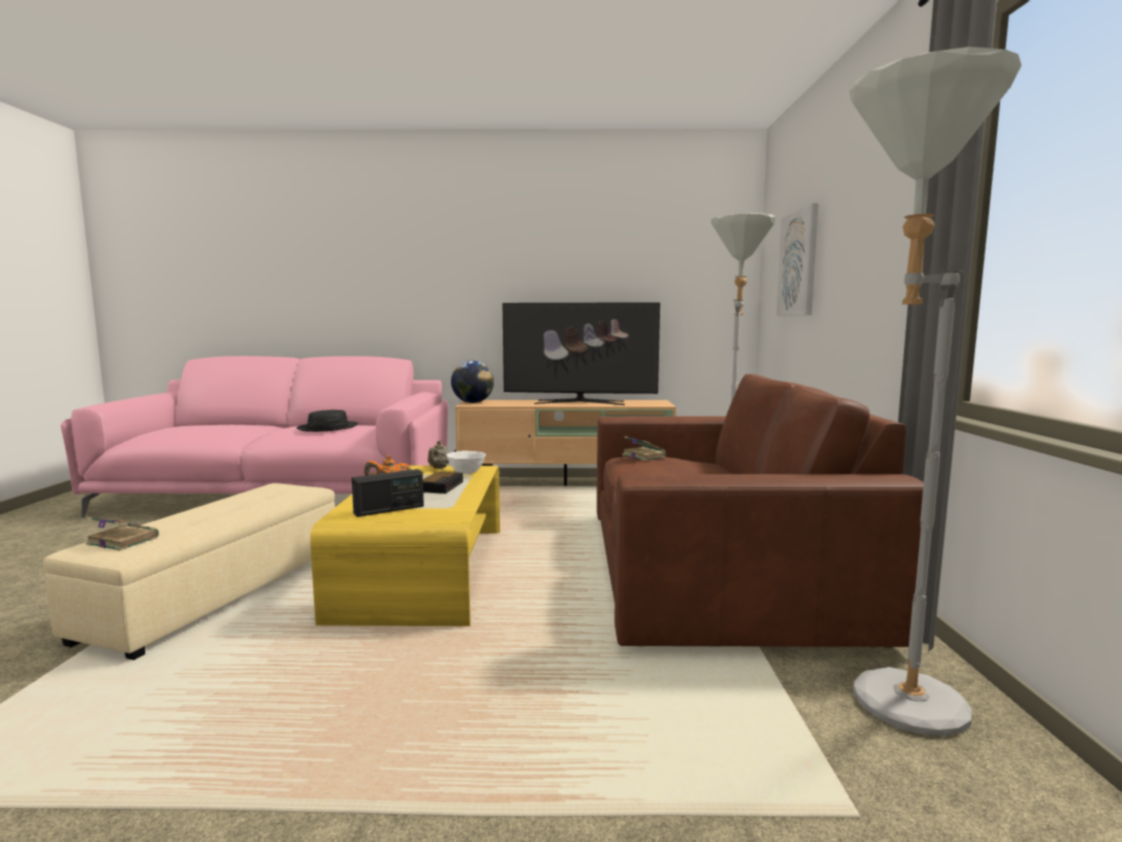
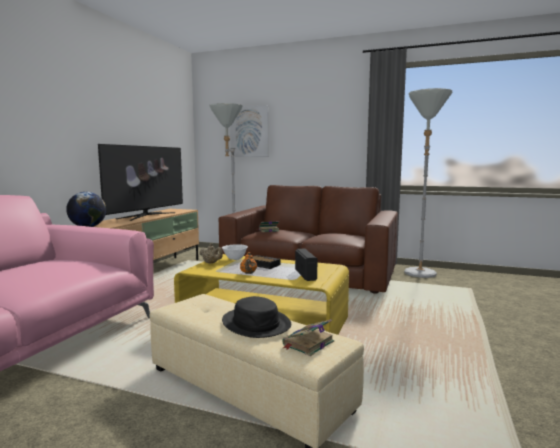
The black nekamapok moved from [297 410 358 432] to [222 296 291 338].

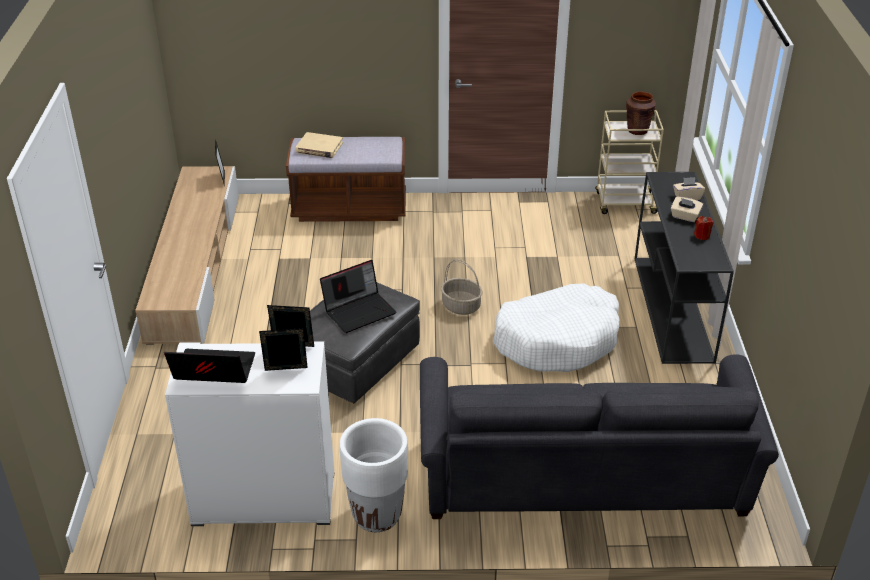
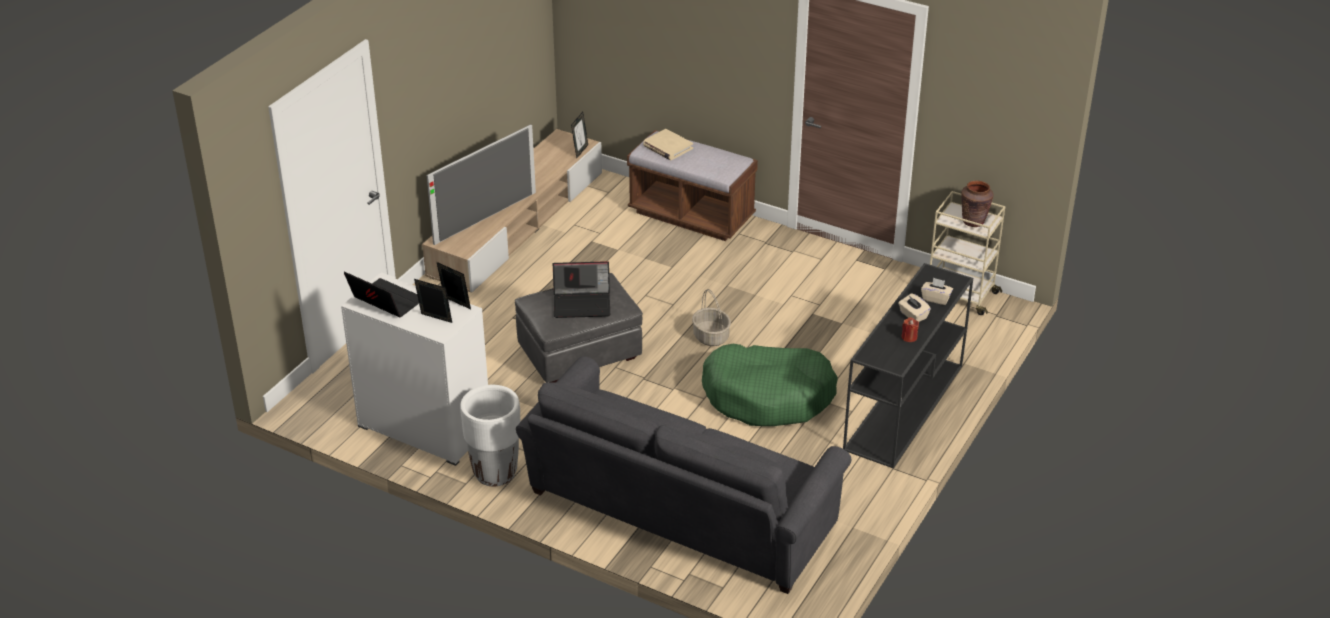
The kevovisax at [426 124 536 245] appeared.
The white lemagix at [493 284 619 372] became the green lemagix at [702 344 838 426].

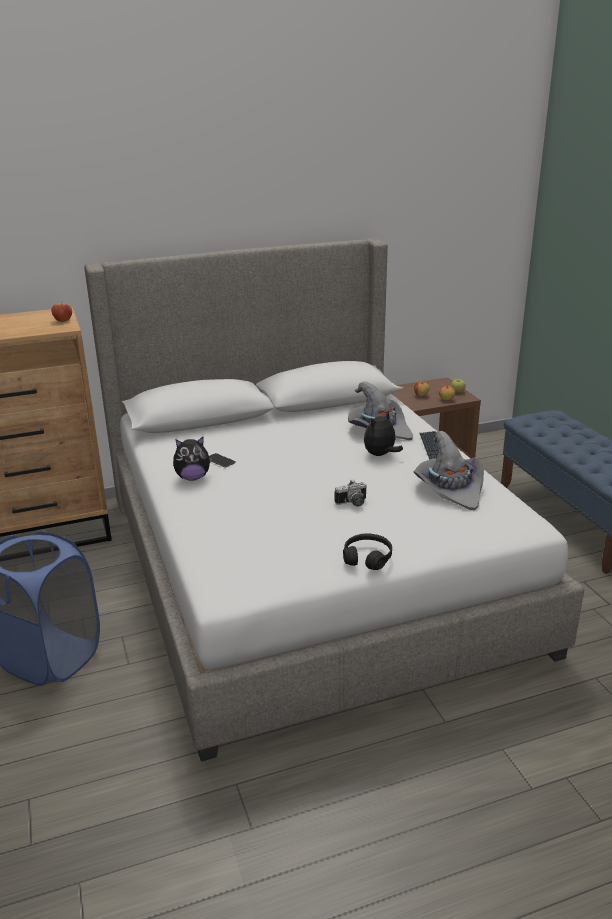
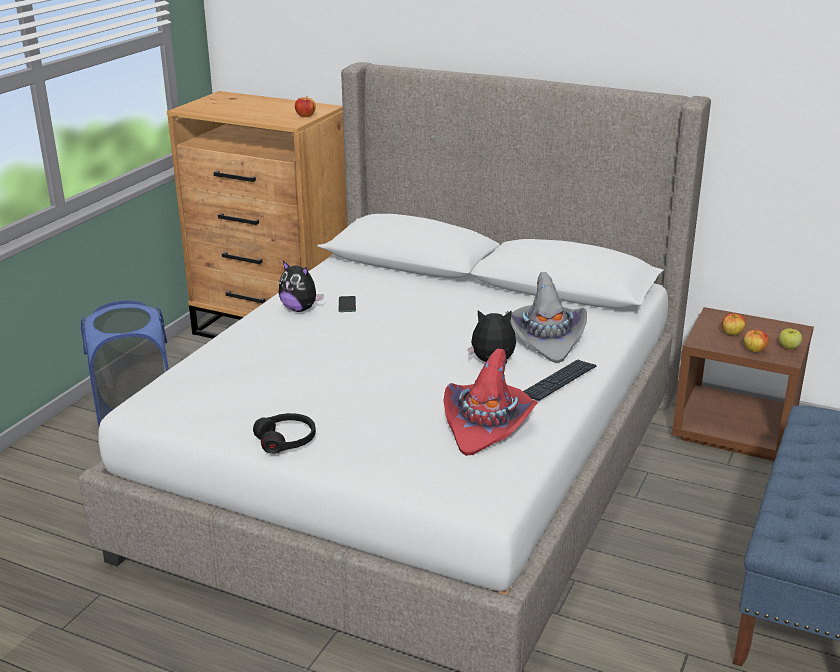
The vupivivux at [335 480 366 506] disappeared.
The grey nekamapok at [414 431 484 510] became the red nekamapok at [443 348 538 456].

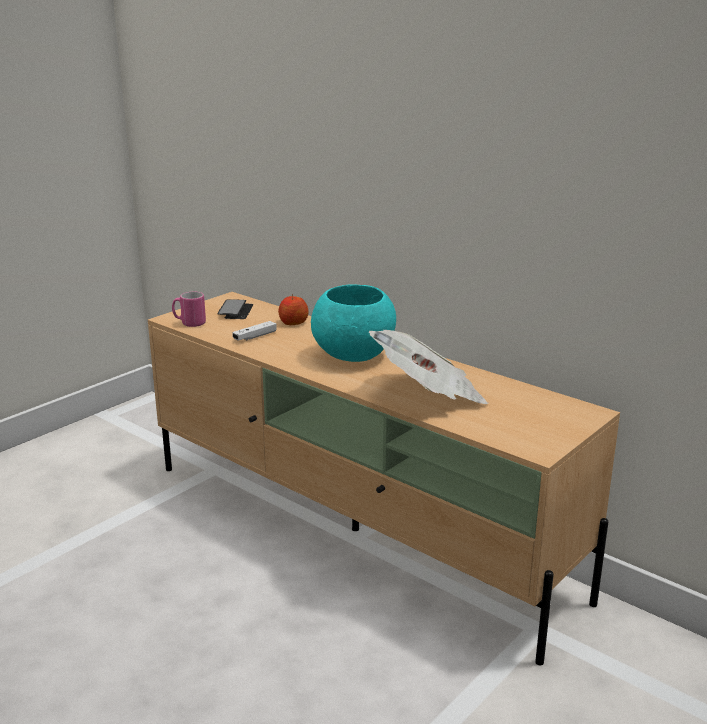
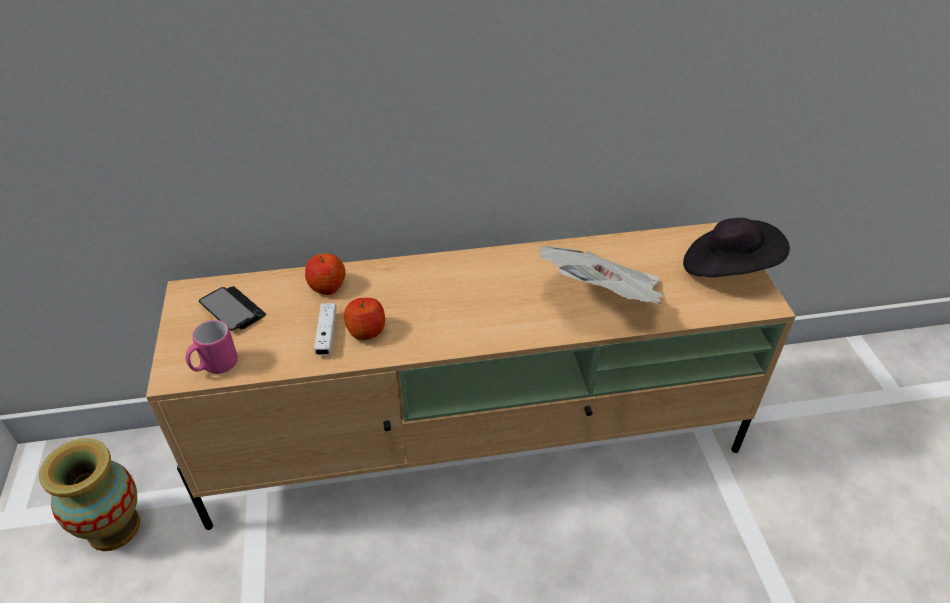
The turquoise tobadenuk at [311 284 396 362] disappeared.
The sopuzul at [39 438 140 551] appeared.
The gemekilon at [344 298 385 340] appeared.
The black nekamapok at [683 218 790 277] appeared.

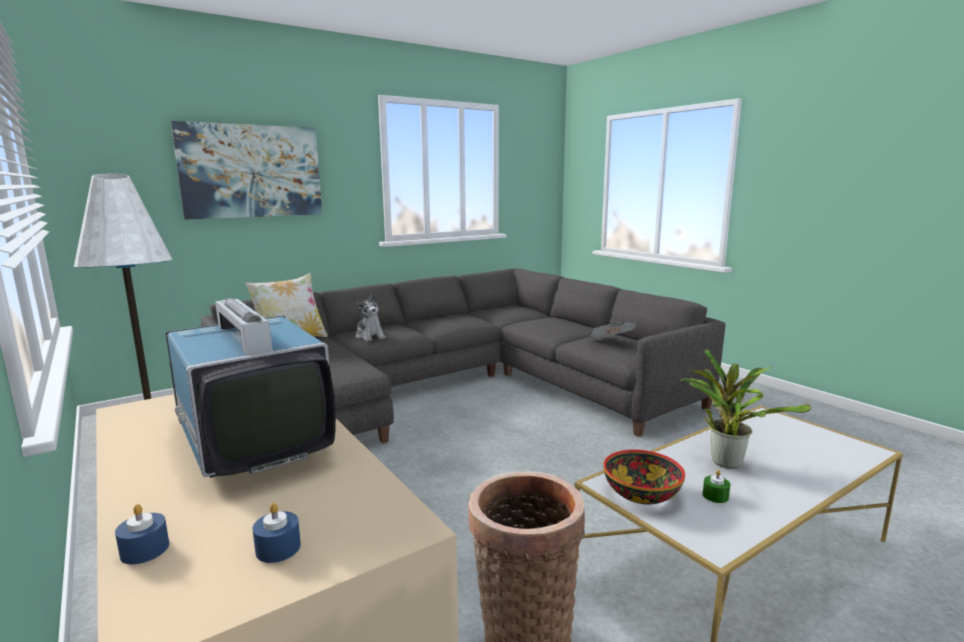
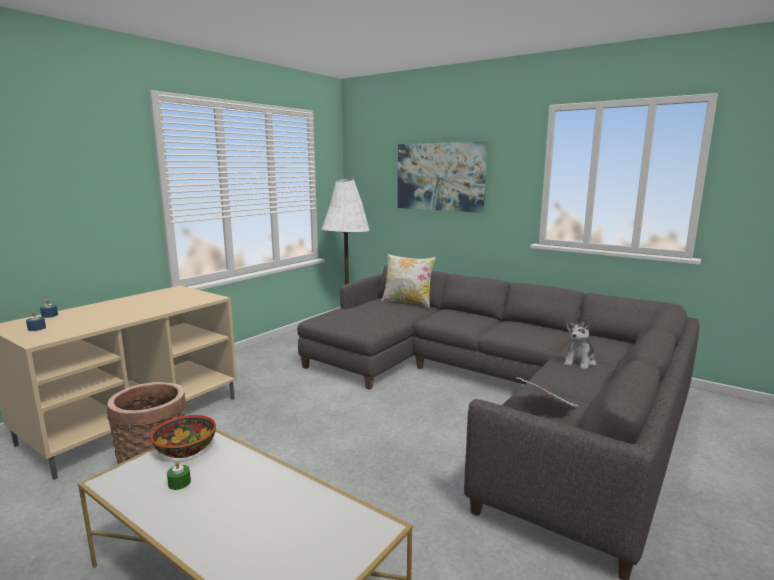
The kevovisax at [166 298 336 478] disappeared.
The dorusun at [680 349 811 469] disappeared.
The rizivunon moved from [356 294 385 341] to [564 318 596 370].

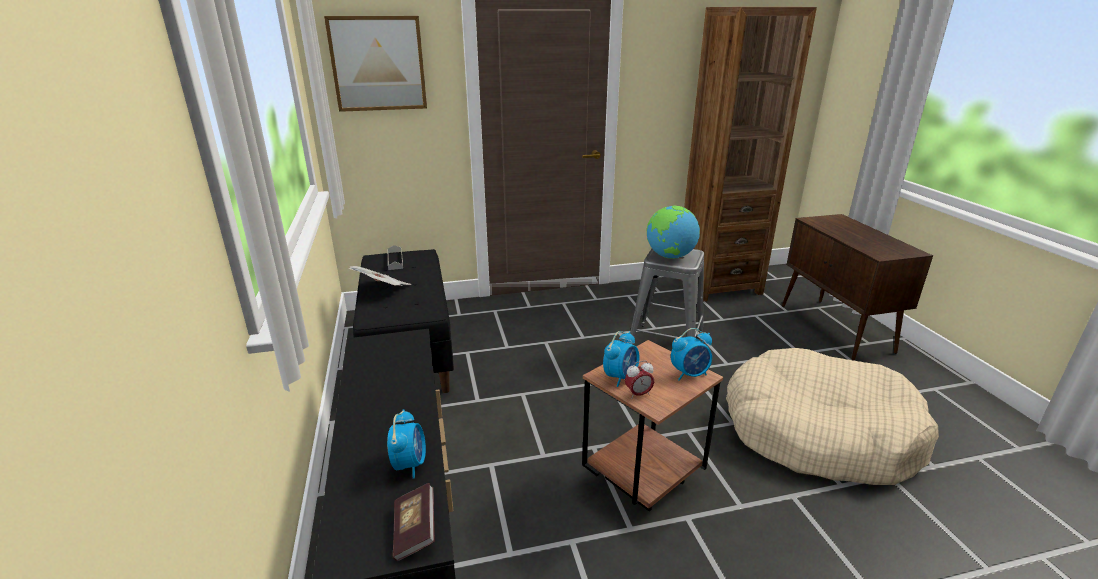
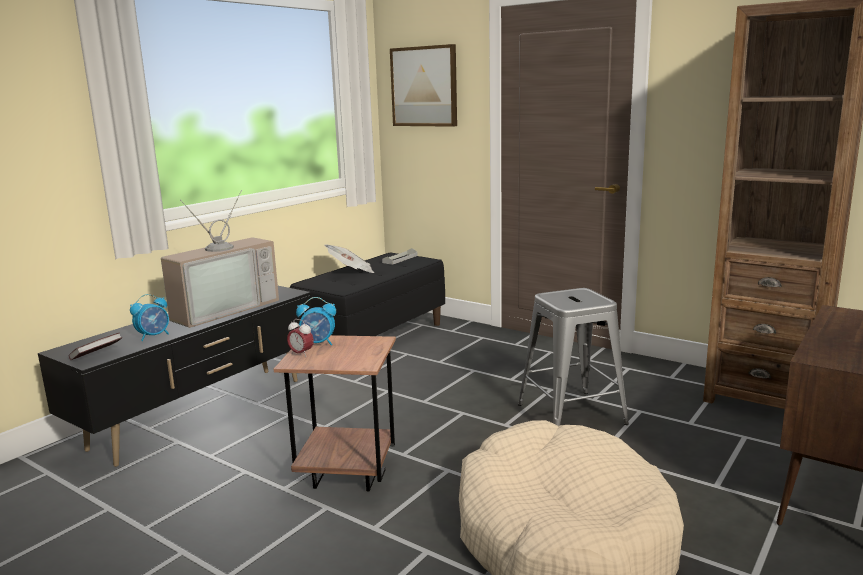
The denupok at [647 206 700 259] disappeared.
The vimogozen at [671 328 712 381] disappeared.
The kevovisax at [161 190 279 328] appeared.

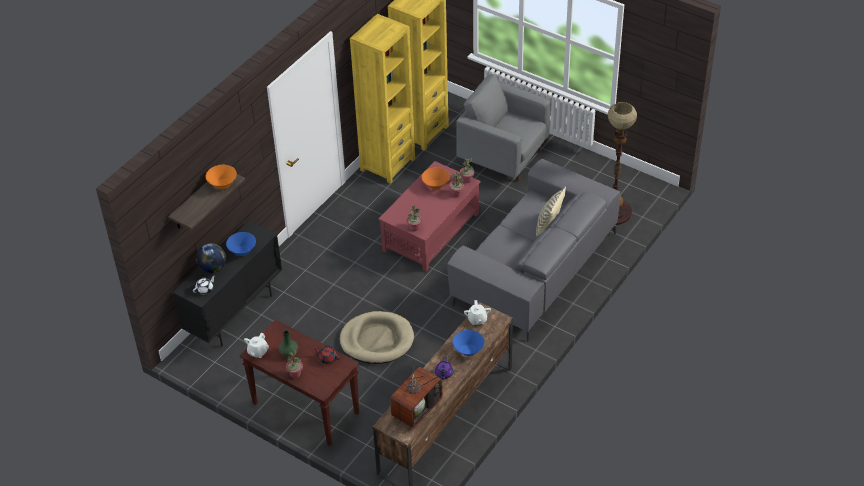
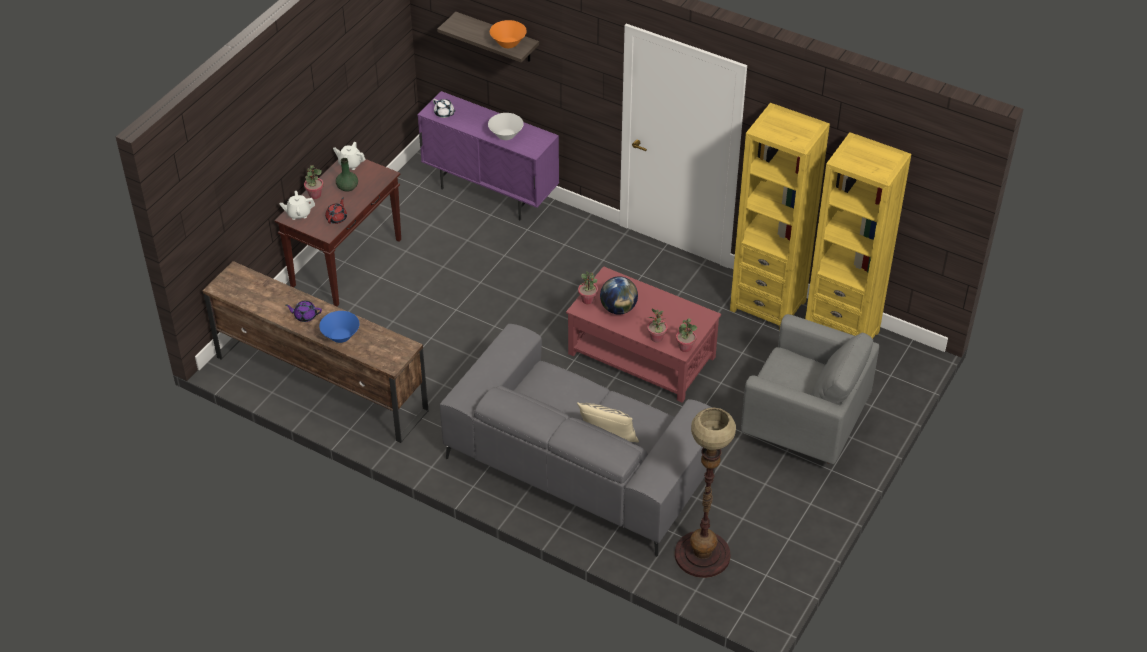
The beige lemagix at [340 311 414 364] disappeared.
The kevovisax at [390 358 443 428] disappeared.
The orange tobadenuk at [422 167 449 189] disappeared.
The denupok moved from [196 243 226 273] to [600 277 638 315].
The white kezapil moved from [464 300 491 325] to [280 191 315 220].
The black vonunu at [173 220 282 346] became the purple vonunu at [417 91 559 220].
The blue tobadenuk at [226 232 256 256] became the white tobadenuk at [488 113 524 140].
The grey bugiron at [456 74 551 181] turned 90 degrees clockwise.

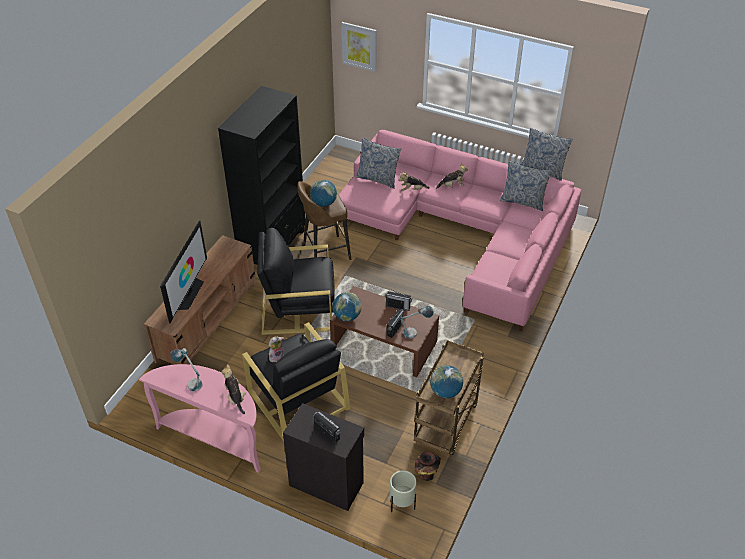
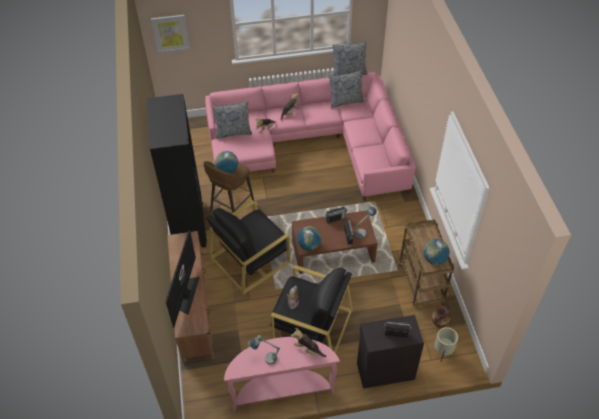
The kevovisax at [160 220 207 323] turned 150 degrees counterclockwise.

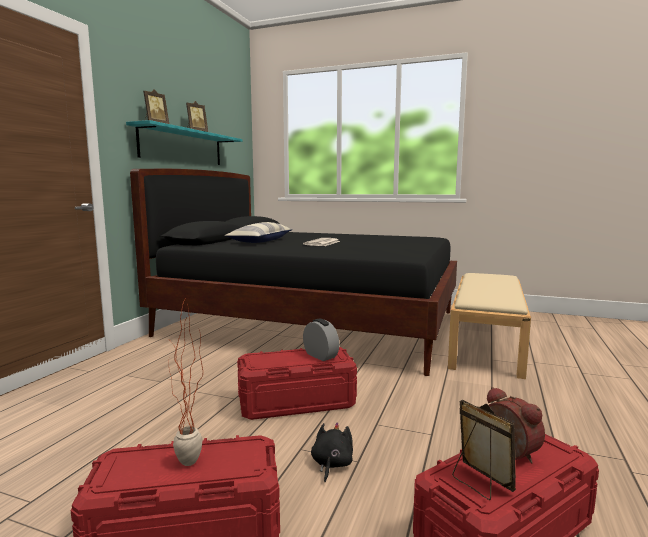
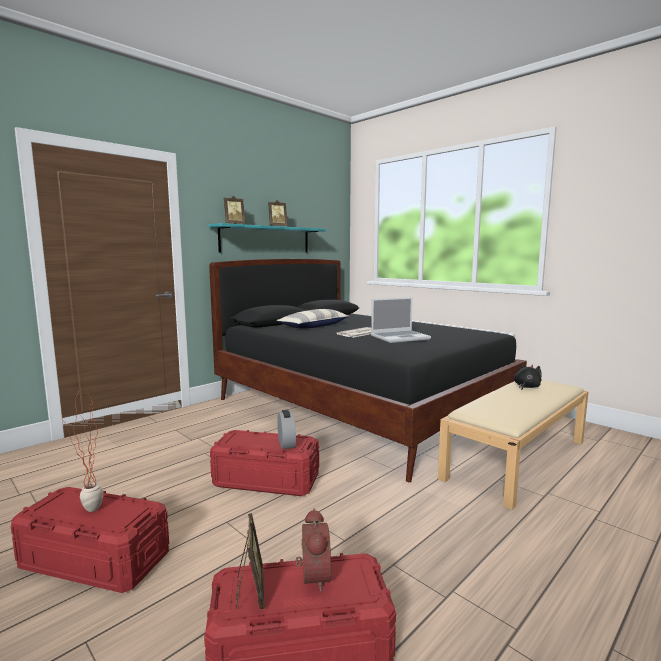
The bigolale at [371 297 431 343] appeared.
The black rizivunon moved from [311 422 353 482] to [514 364 542 390].

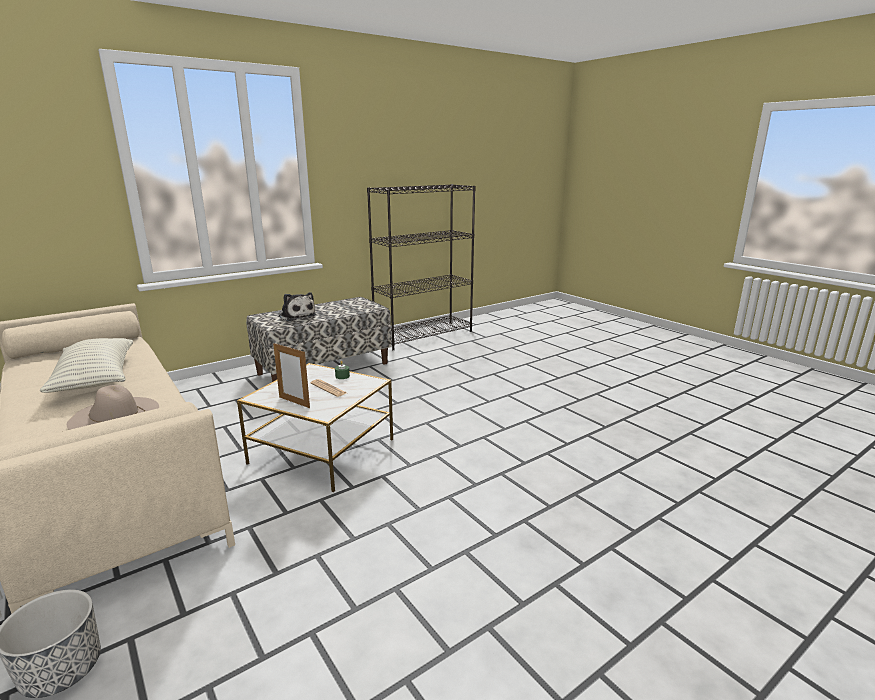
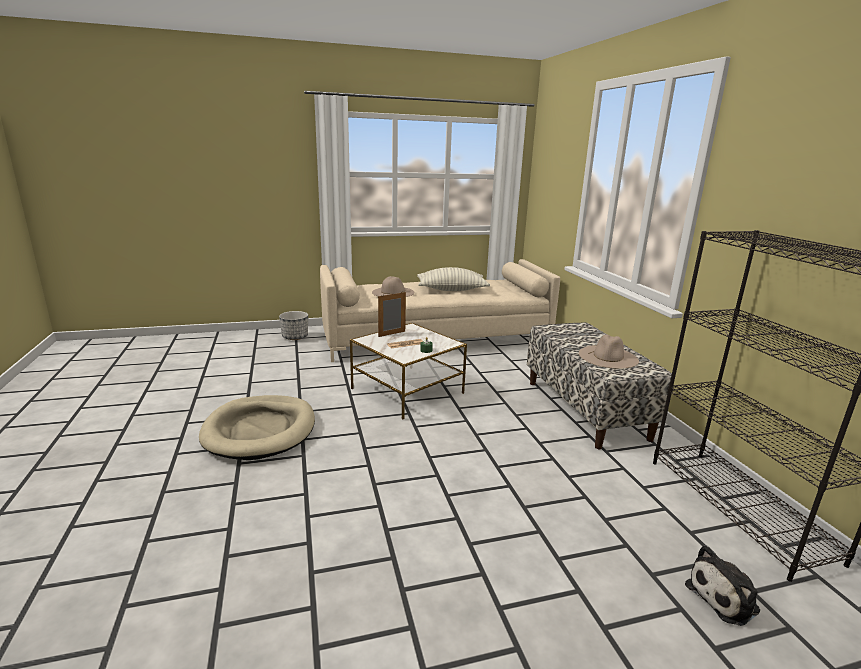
The beige lemagix at [199 395 315 460] appeared.
The beige nekamapok at [579 335 639 369] appeared.
The rizivunon moved from [279 292 316 321] to [685 545 760 626].

